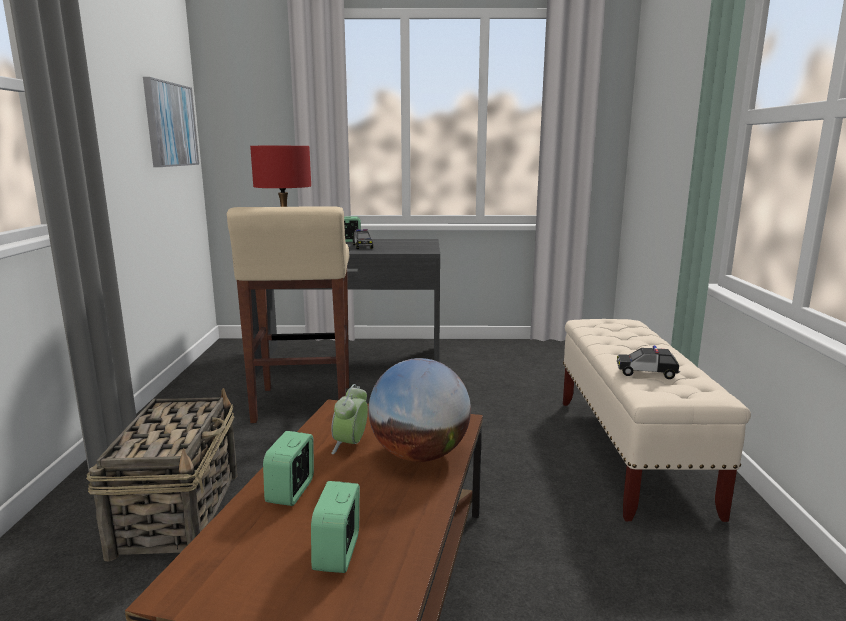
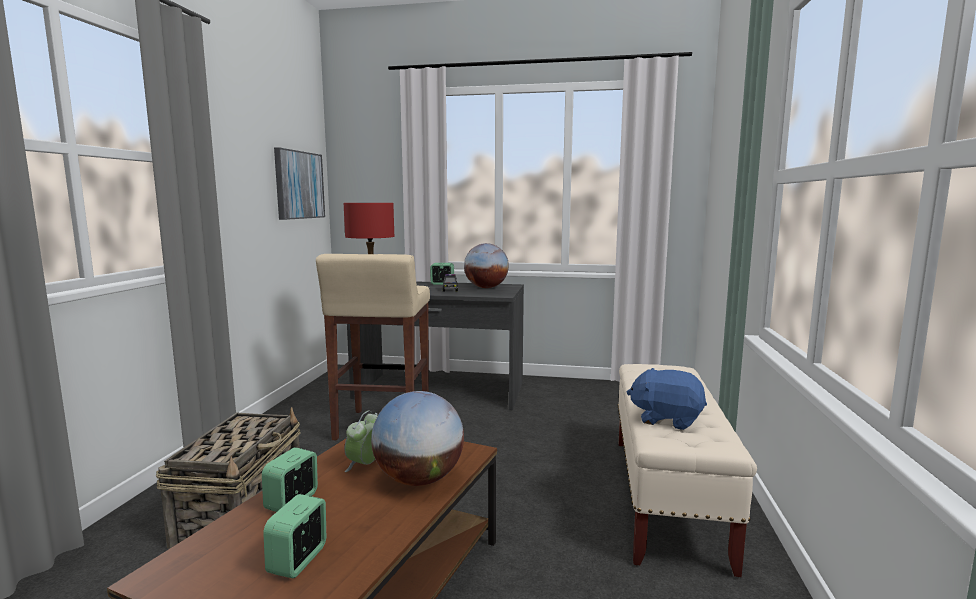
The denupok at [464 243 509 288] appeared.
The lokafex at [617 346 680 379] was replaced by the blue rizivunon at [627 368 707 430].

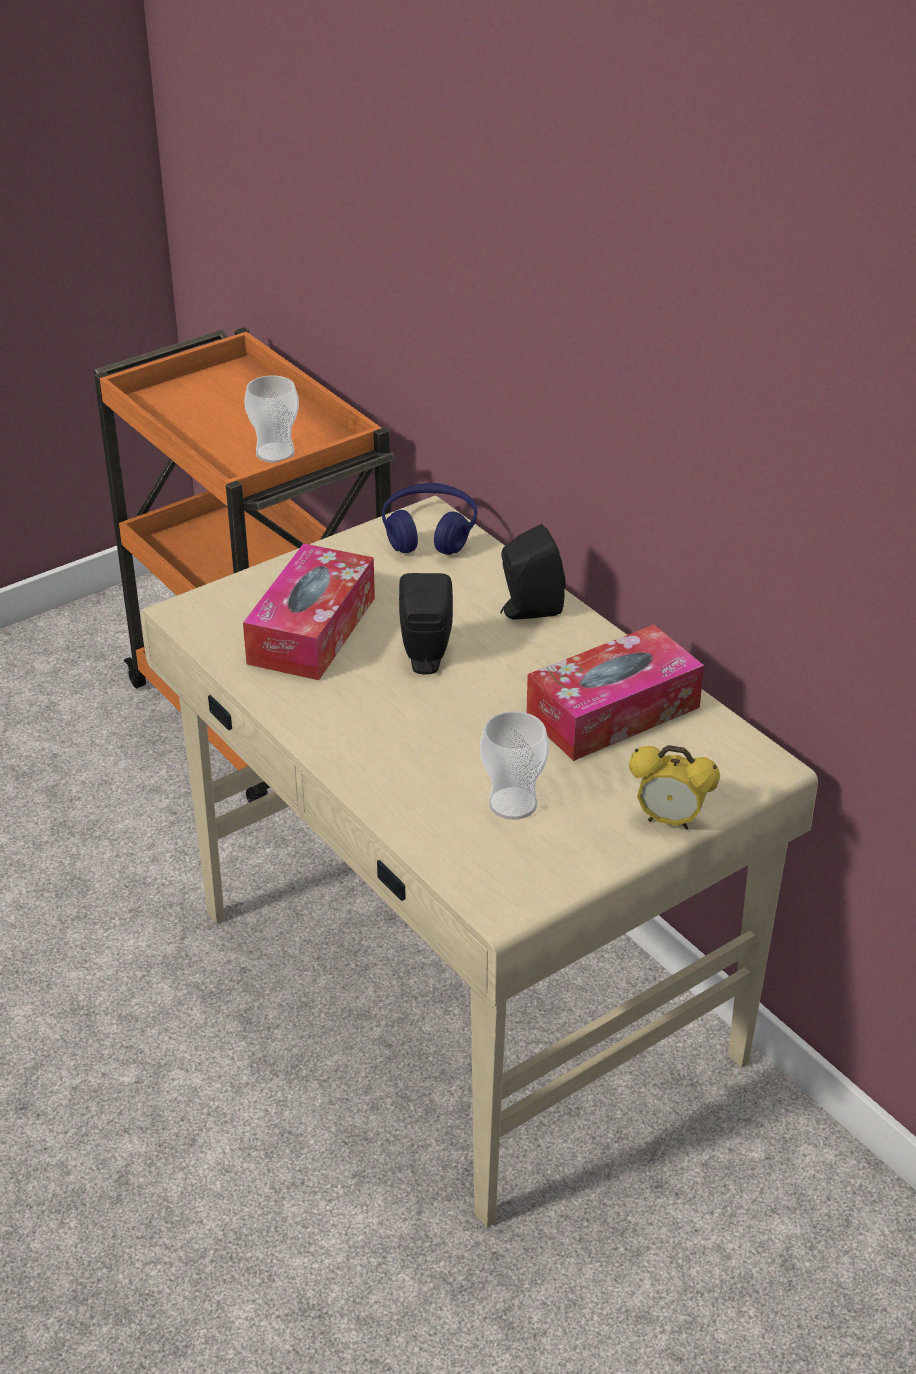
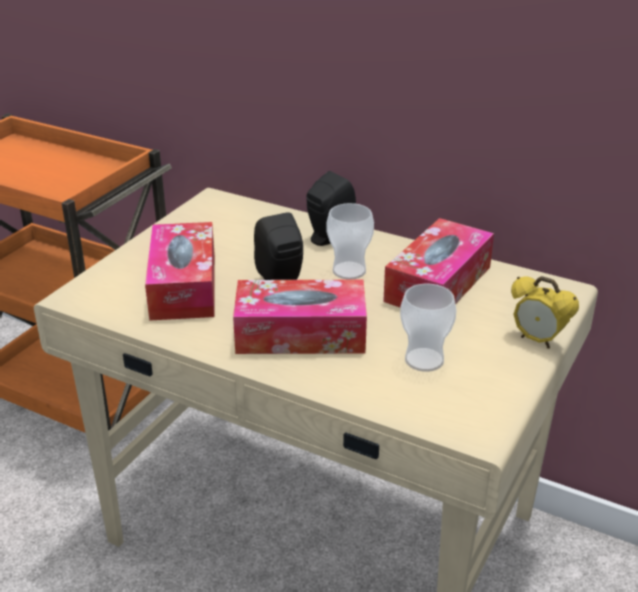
The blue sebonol at [382 483 477 555] disappeared.
The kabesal at [233 280 367 354] appeared.
The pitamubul moved from [244 376 299 463] to [326 203 374 280].
The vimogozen at [629 745 720 830] turned 45 degrees clockwise.

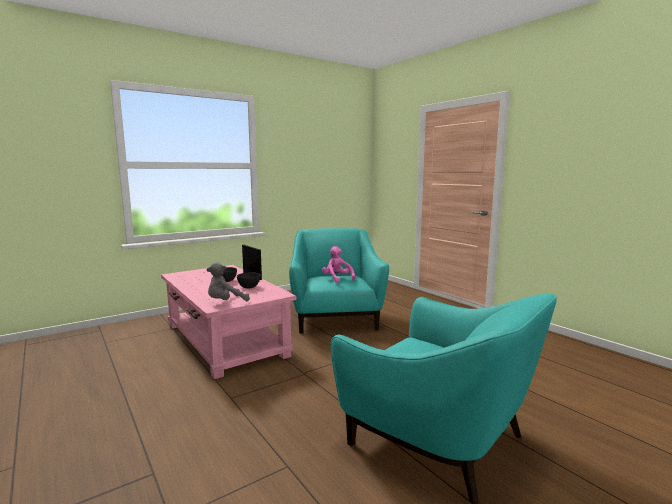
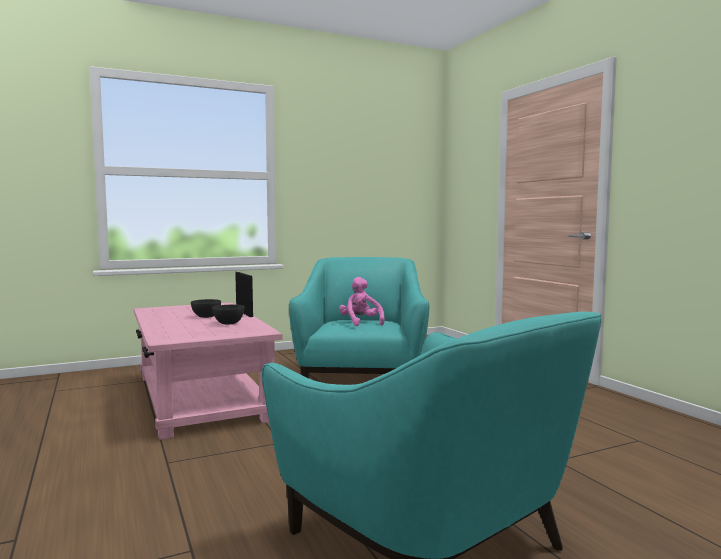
The grey rizivunon at [207 262 250 301] disappeared.

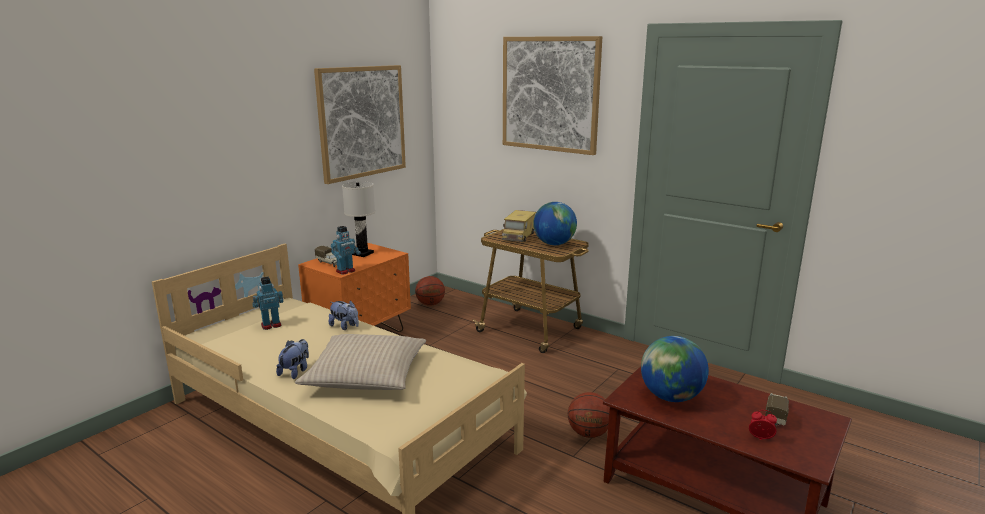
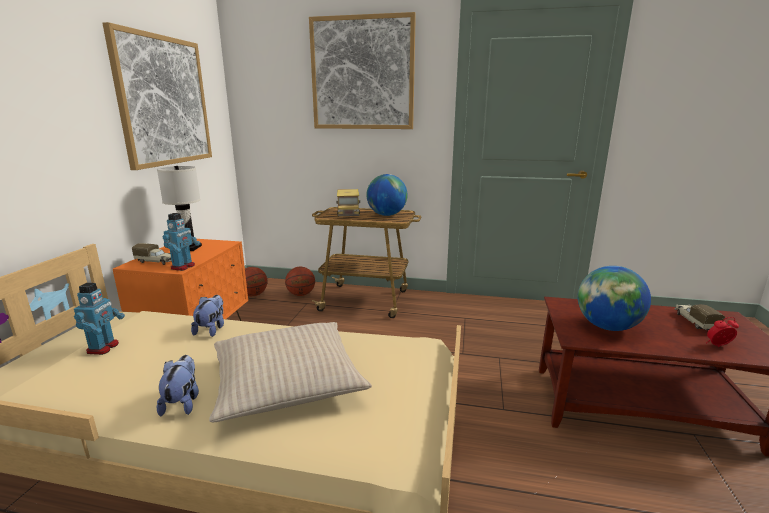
The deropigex moved from [568 392 610 438] to [285 267 315 296].
The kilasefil at [252 277 283 330] turned 150 degrees clockwise.
The rizivunon at [329 300 359 330] turned 90 degrees counterclockwise.

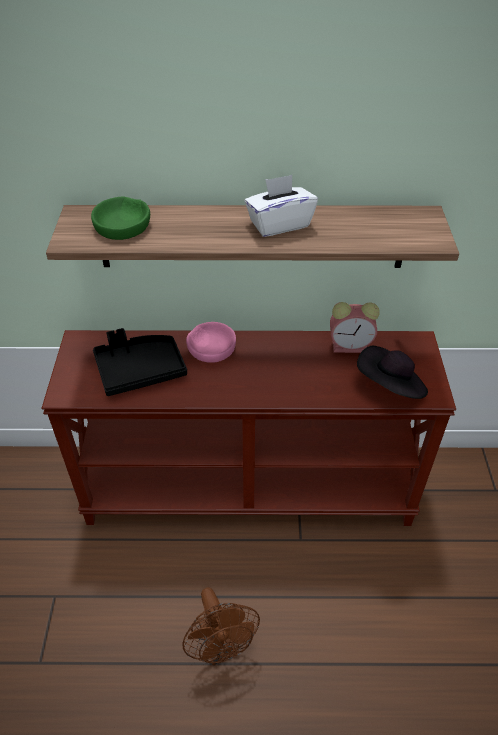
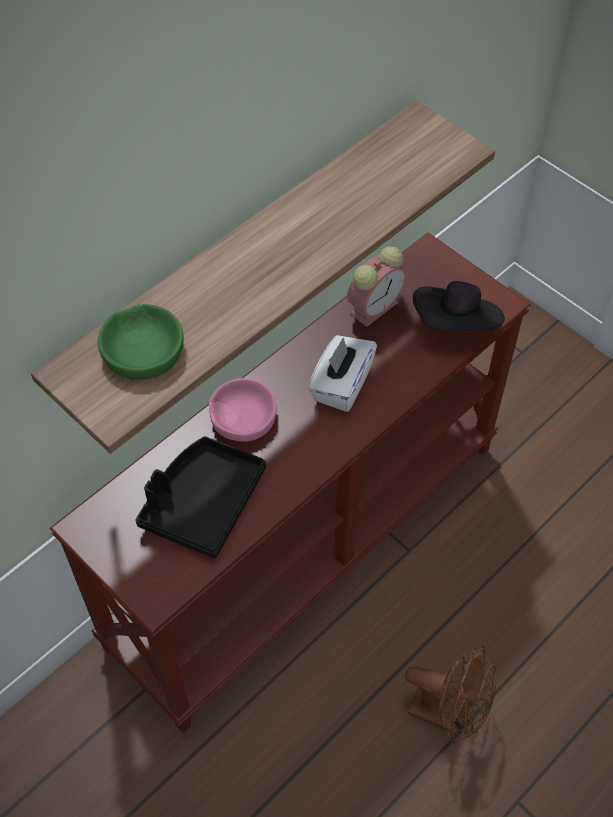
The white kabesal moved from [245 175 318 237] to [308 335 377 412].

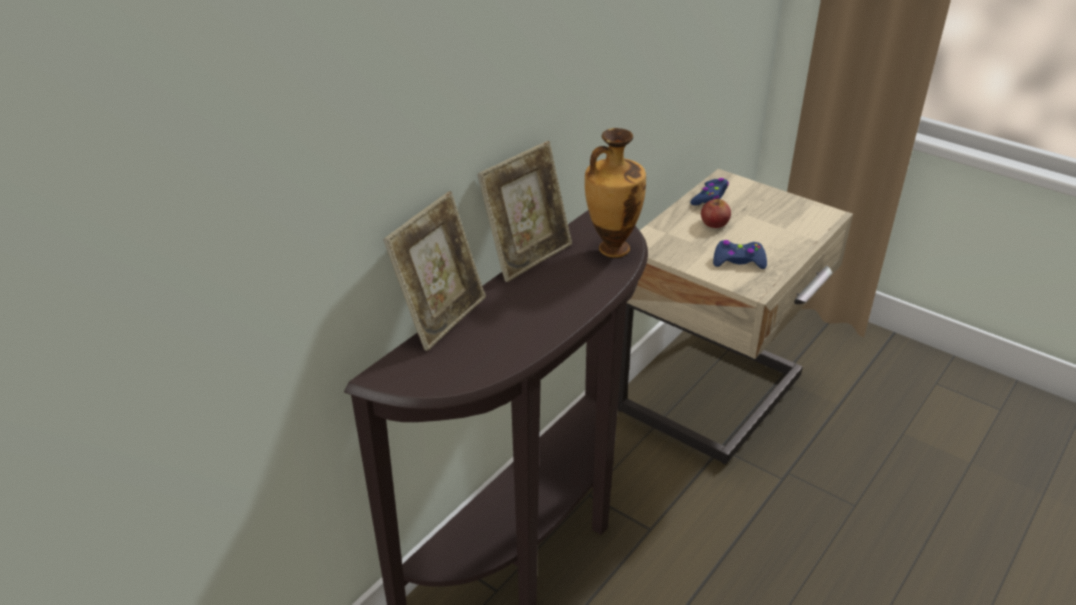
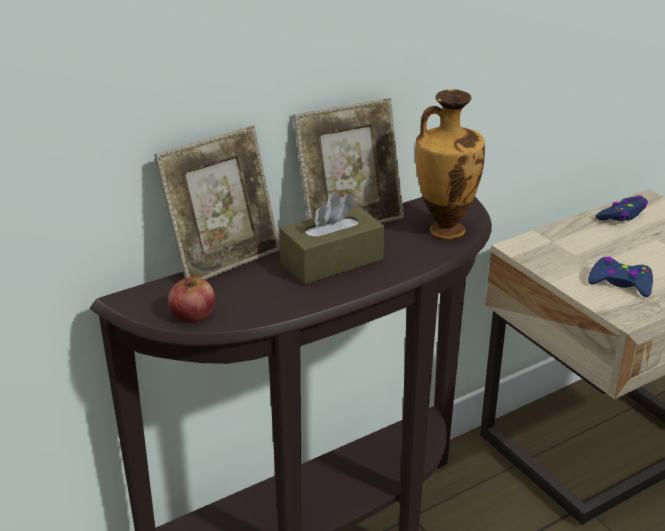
The brown kabesal at [279 192 384 285] appeared.
The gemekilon moved from [701 199 731 228] to [168 275 215 322].

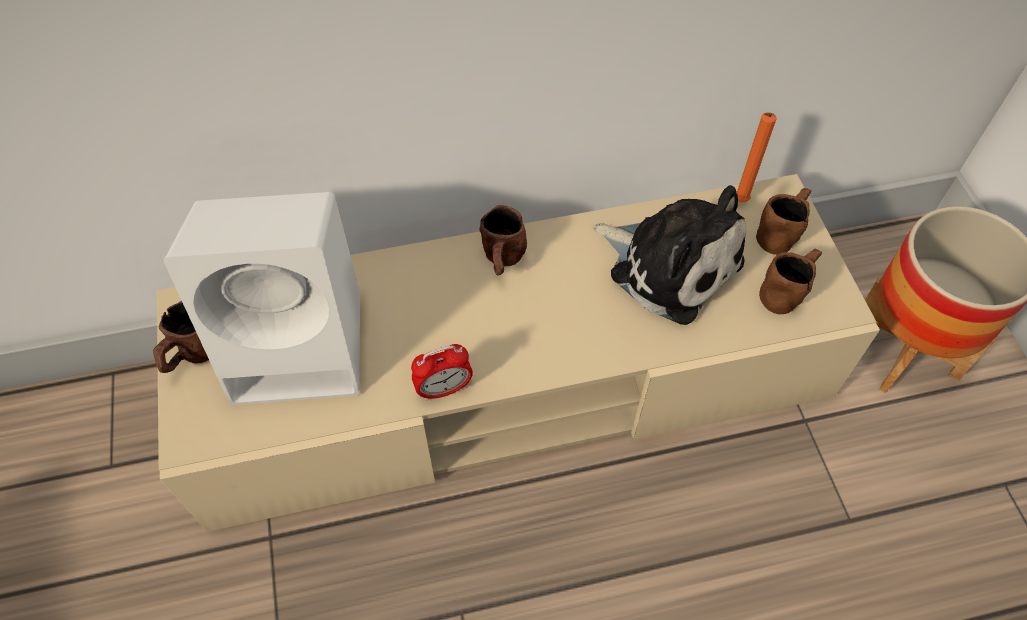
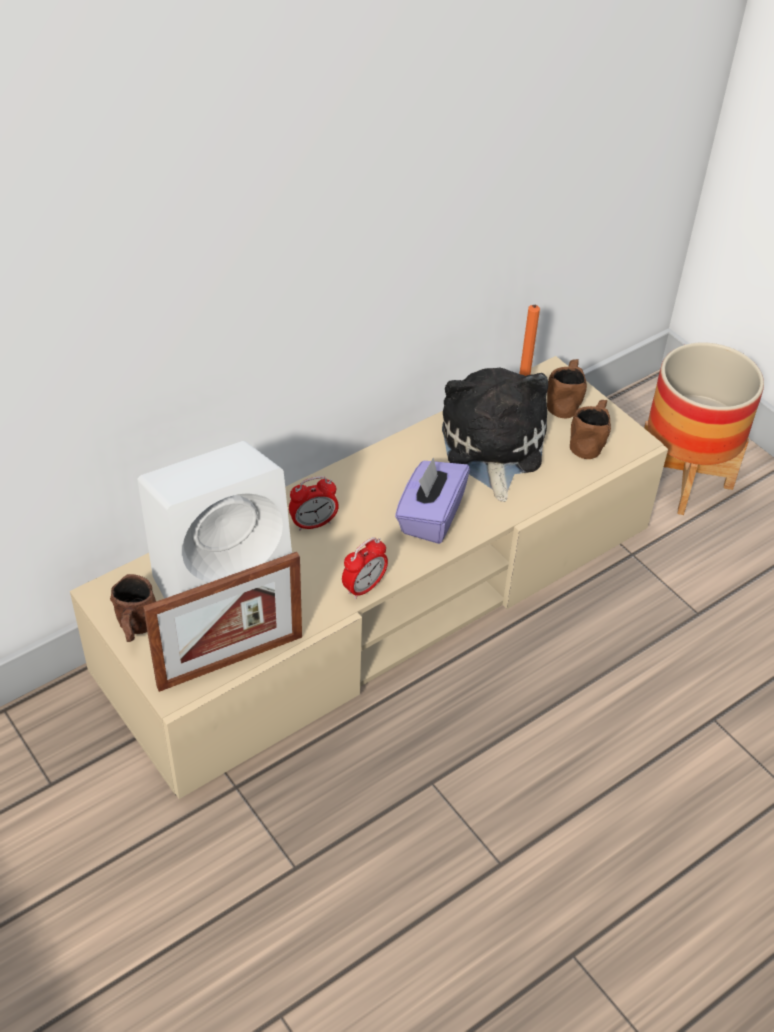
The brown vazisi at [479 205 527 275] disappeared.
The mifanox at [143 552 302 692] appeared.
The vimogozen at [289 476 339 531] appeared.
The purple kabesal at [395 458 470 544] appeared.
The rizivunon at [593 185 747 325] turned 105 degrees counterclockwise.

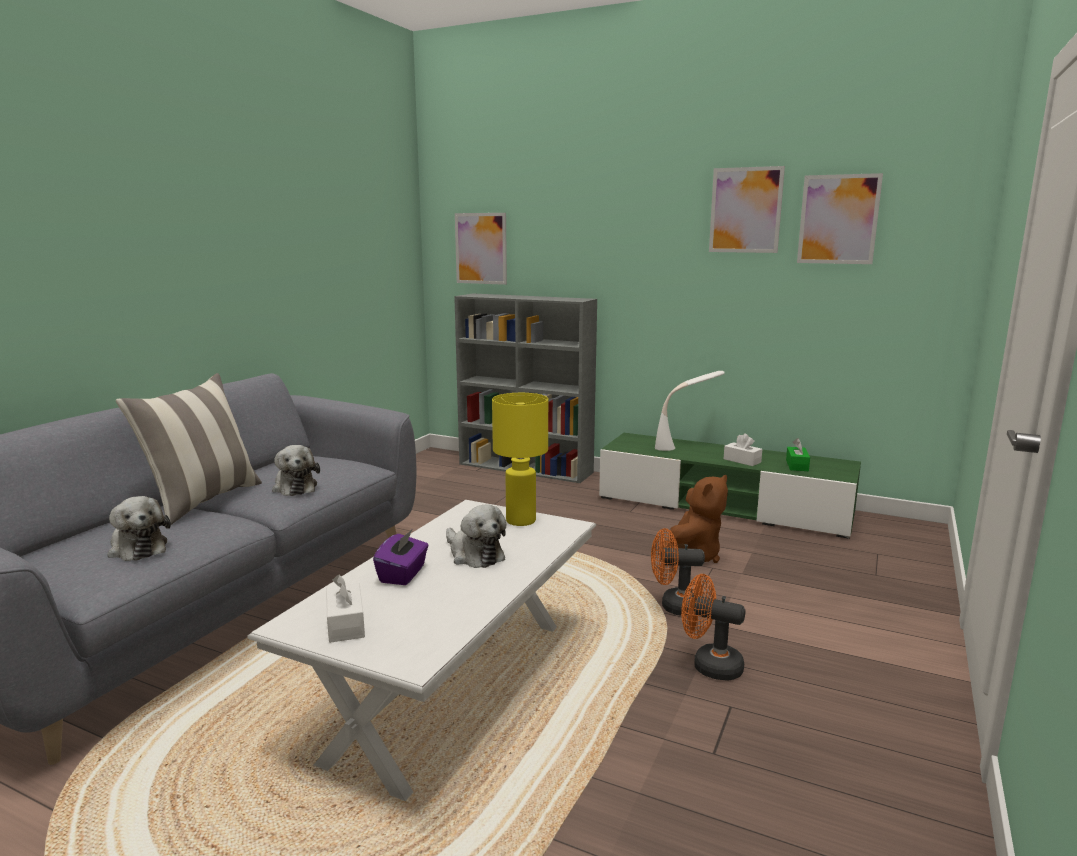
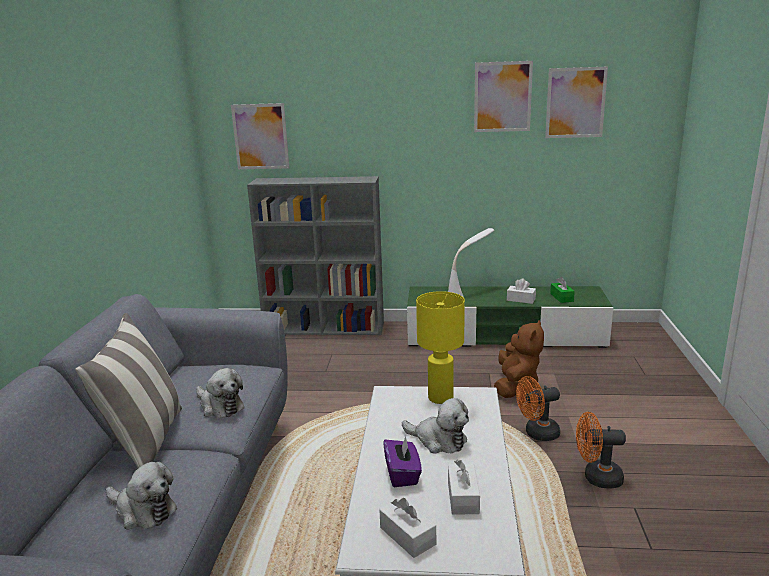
The white kabesal at [448 460 480 515] appeared.

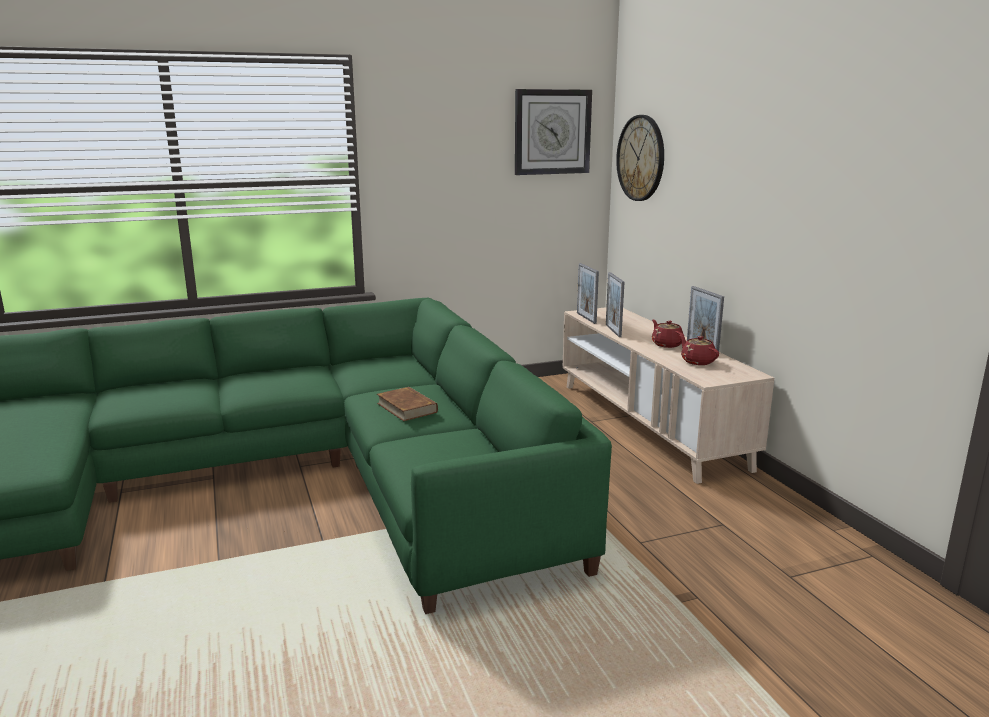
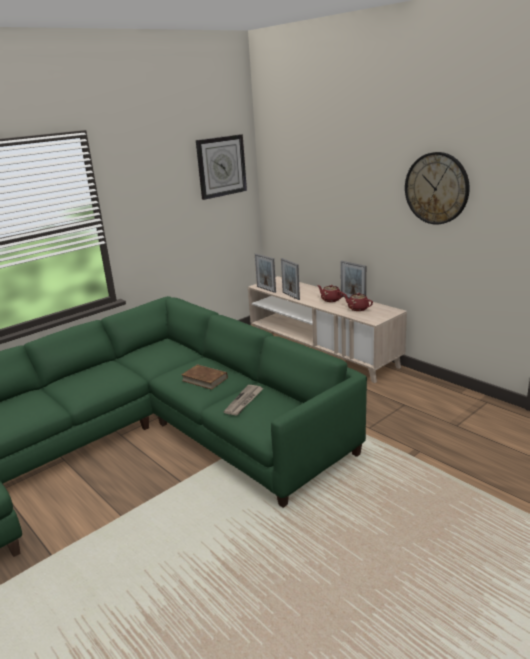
The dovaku at [223 385 264 416] appeared.
The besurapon moved from [616 115 664 201] to [405 152 470 225].

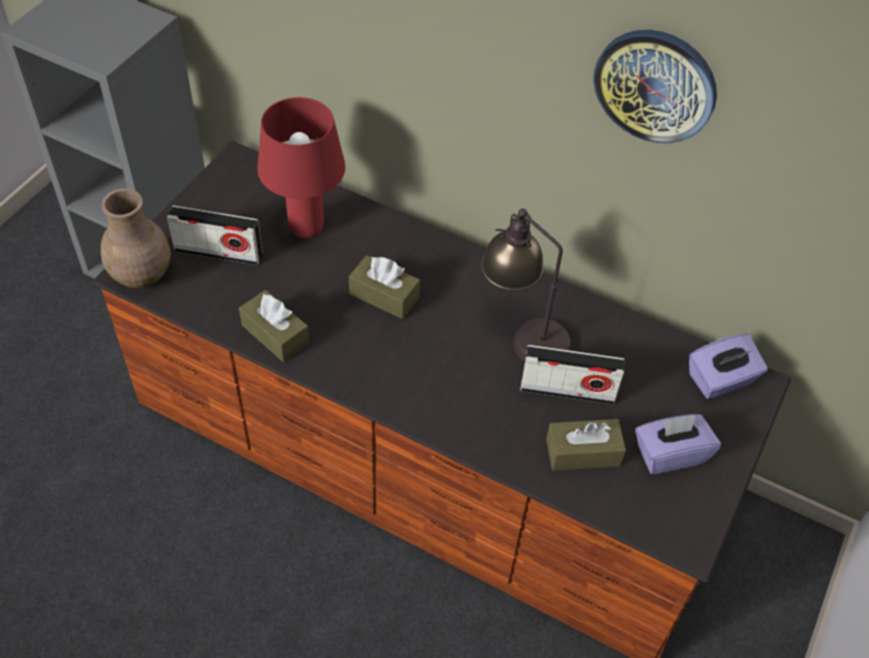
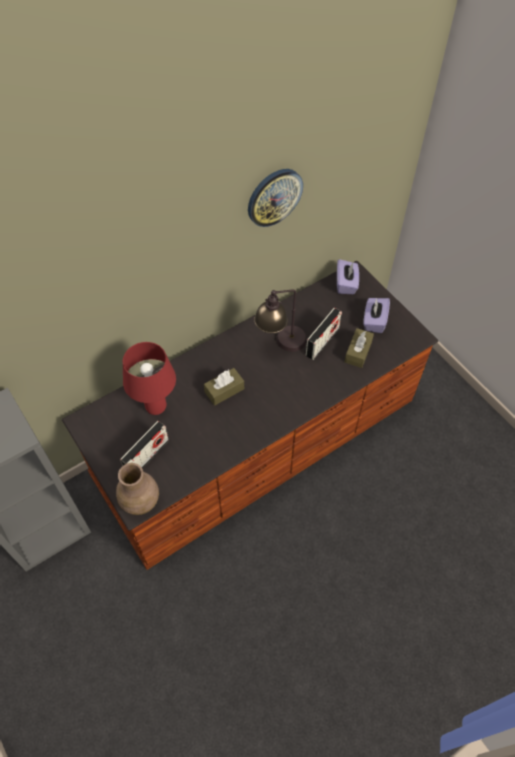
The brown kabesal at [239 290 310 362] disappeared.

